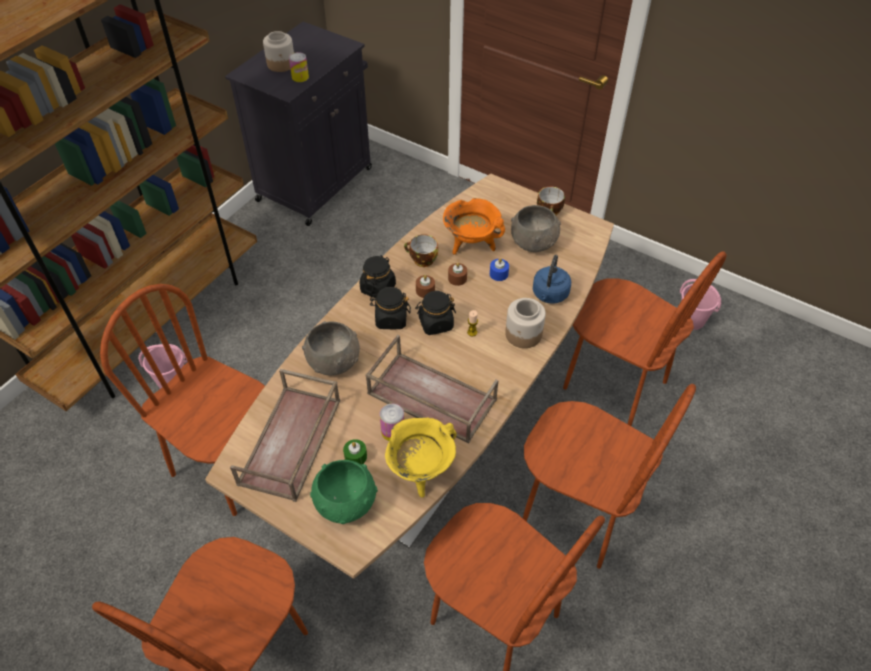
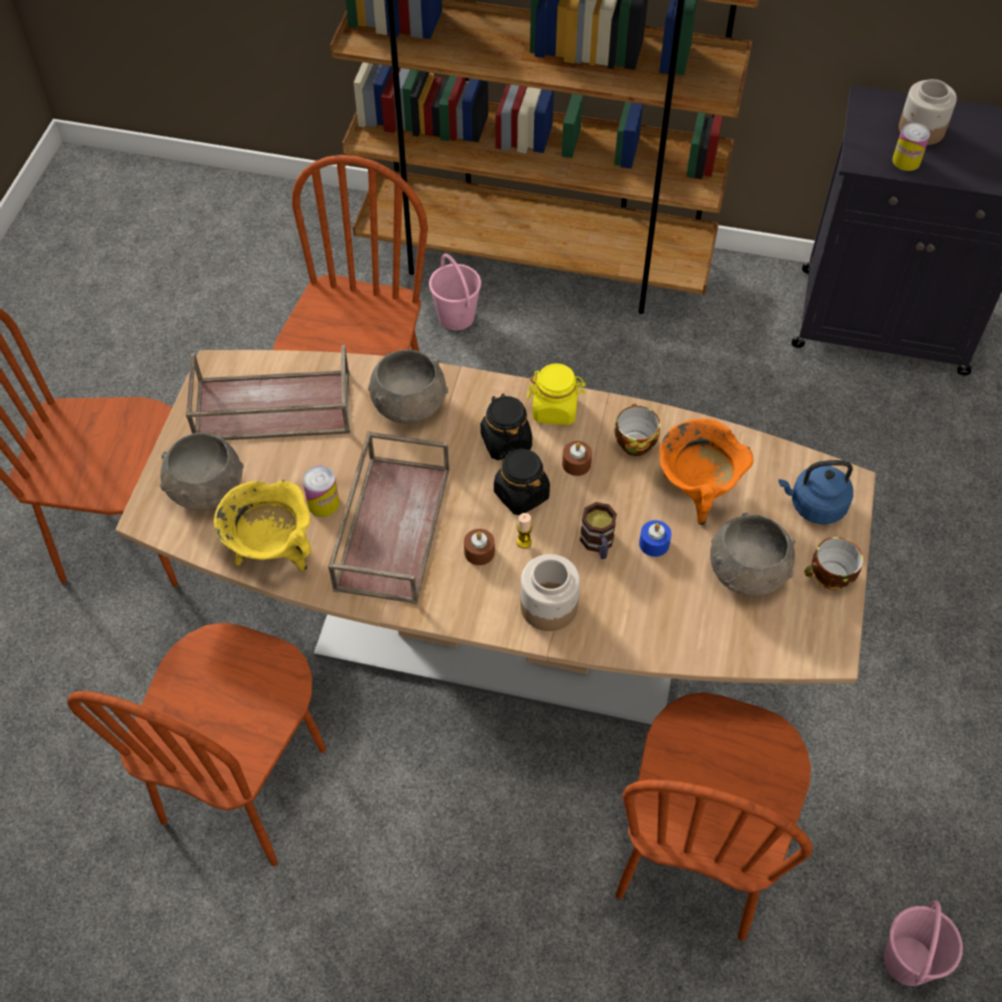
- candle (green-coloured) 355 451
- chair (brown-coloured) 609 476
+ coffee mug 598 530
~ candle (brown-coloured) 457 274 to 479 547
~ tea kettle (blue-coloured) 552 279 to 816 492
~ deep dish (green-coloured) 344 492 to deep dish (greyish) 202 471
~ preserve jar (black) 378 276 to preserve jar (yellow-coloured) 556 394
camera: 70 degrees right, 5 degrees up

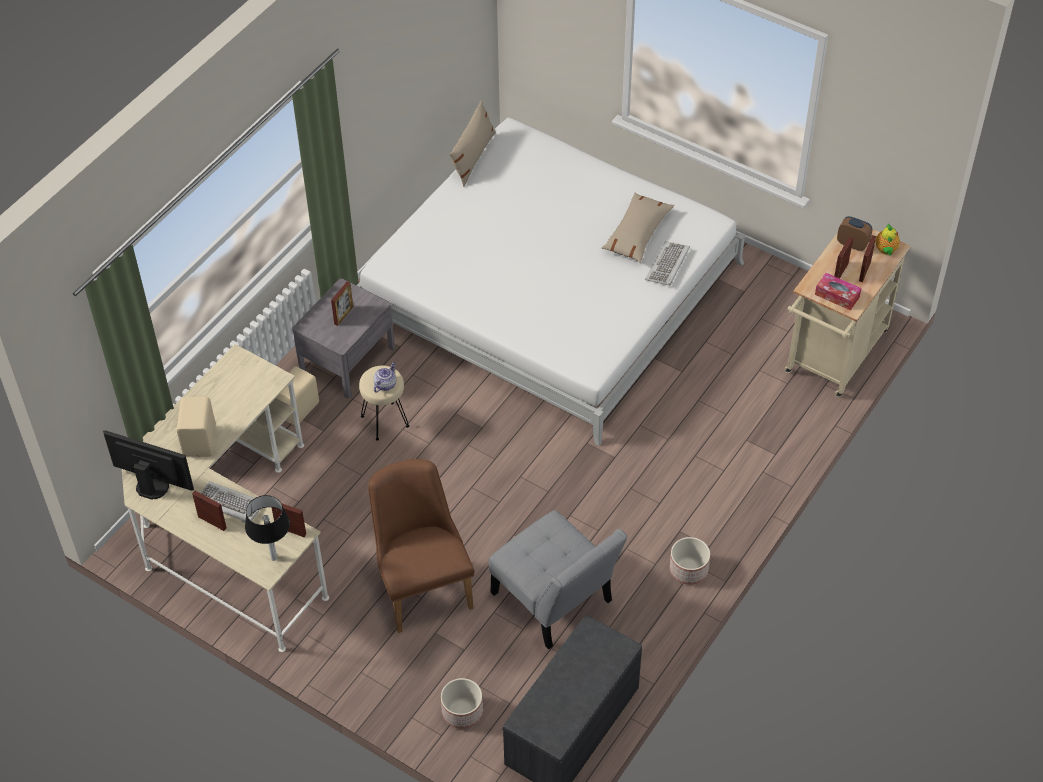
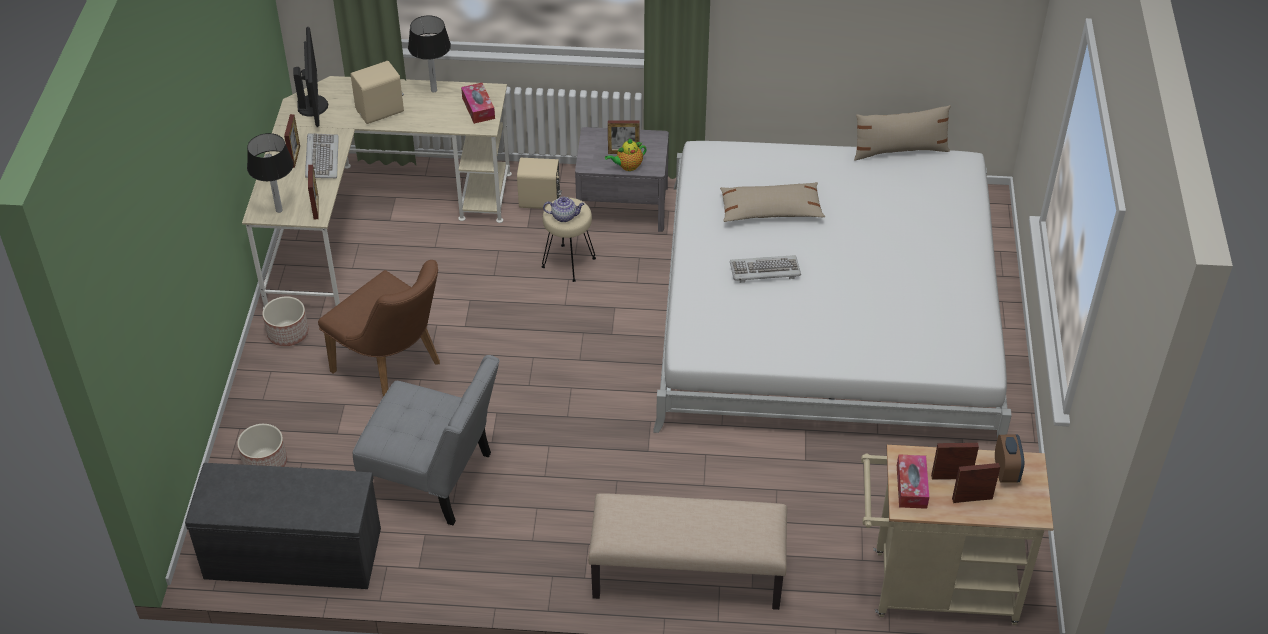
+ lamp for a table 429 53
+ tissue holder 478 103
+ long seat (beige-coloured) 687 551
~ cushion (beige-coloured) 638 228 to 772 202
~ computer keyboard 667 263 to 765 269
~ planter 690 561 to 285 321
~ pot for tea 887 239 to 626 154
~ chair (brown-coloured) 421 546 = 379 328 90 degrees clockwise
~ chair (greyish) 558 579 = 426 440 90 degrees counterclockwise
camera: 60 degrees right, 5 degrees down

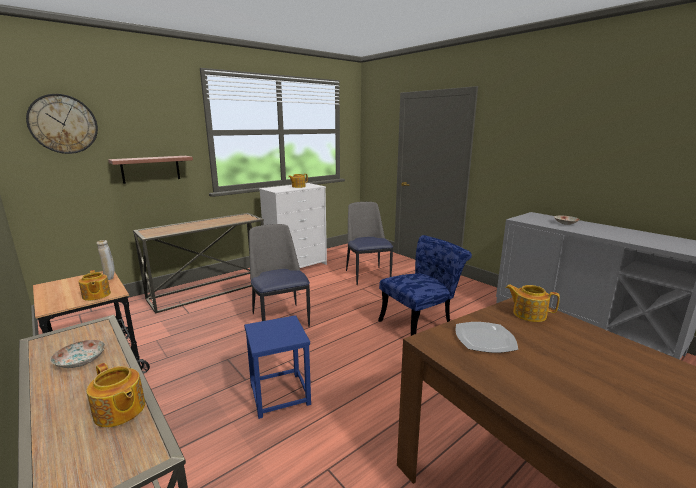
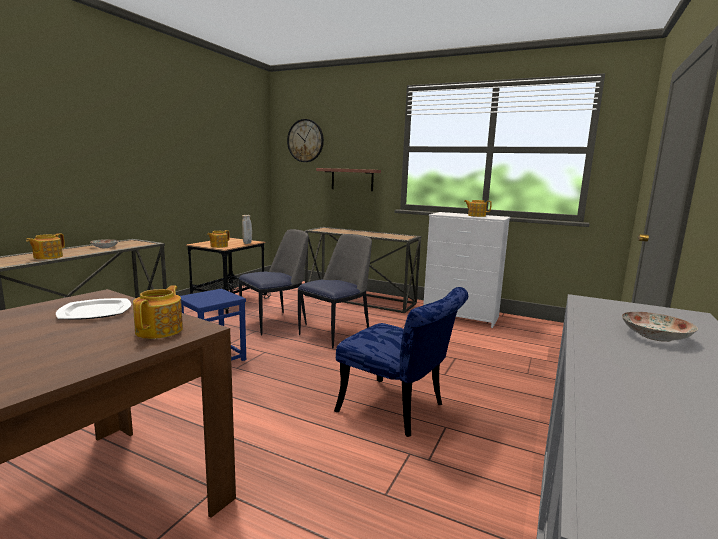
~ chair 369 243 to 274 282
camera: 65 degrees right, 5 degrees down

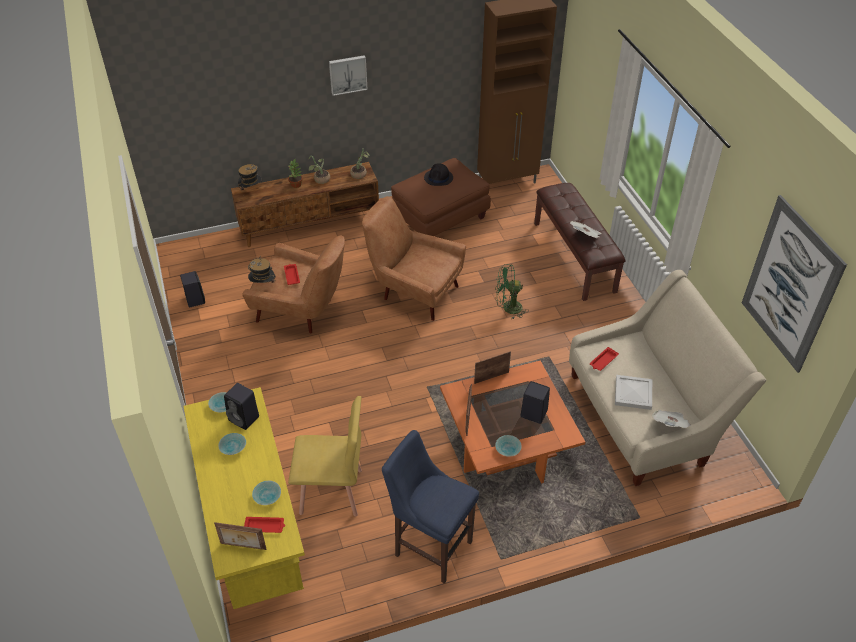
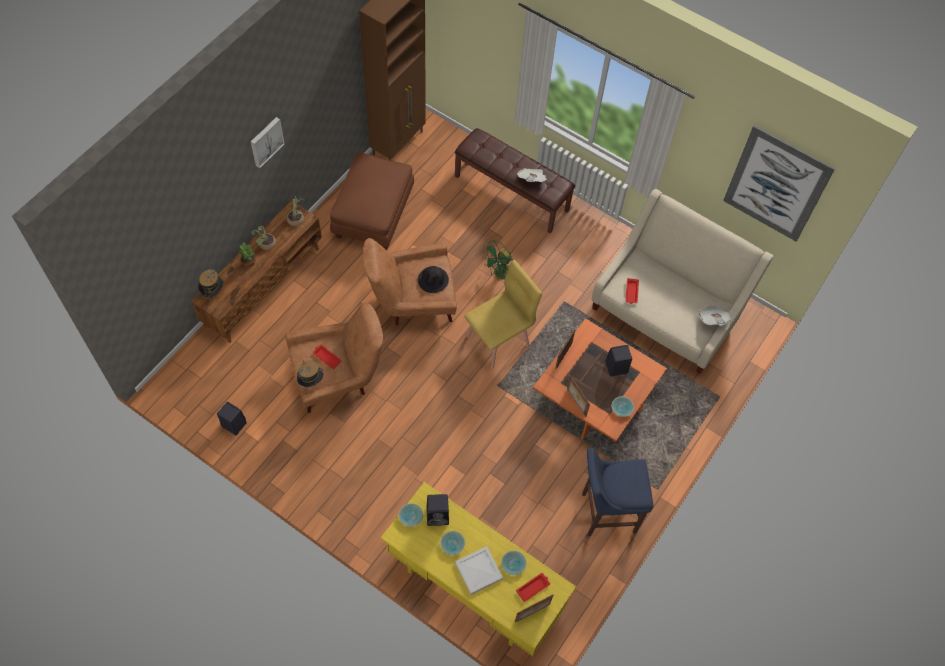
~ chair (yellow-coloured) 325 456 to 503 314
~ wearable hat (black) 438 174 to 433 279
~ serving tray (white-coloured) 633 392 to 479 570
camera: 40 degrees left, 15 degrees up

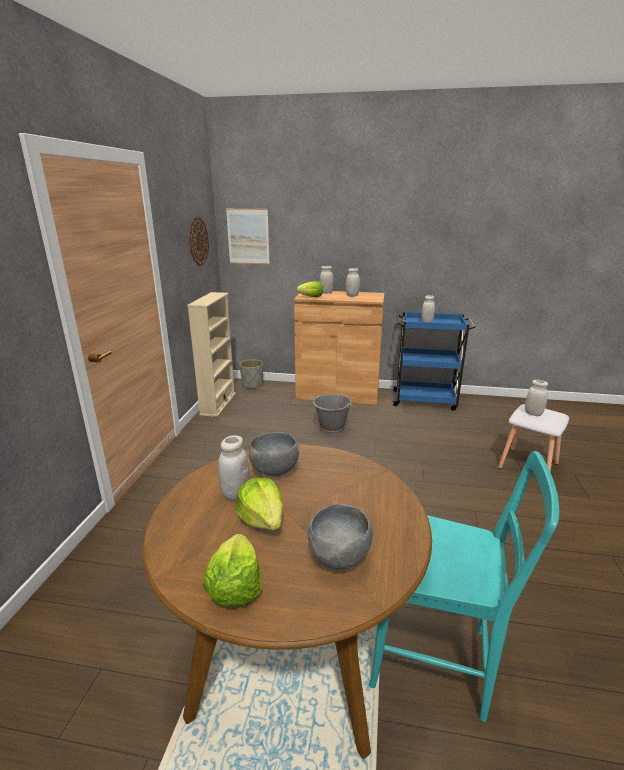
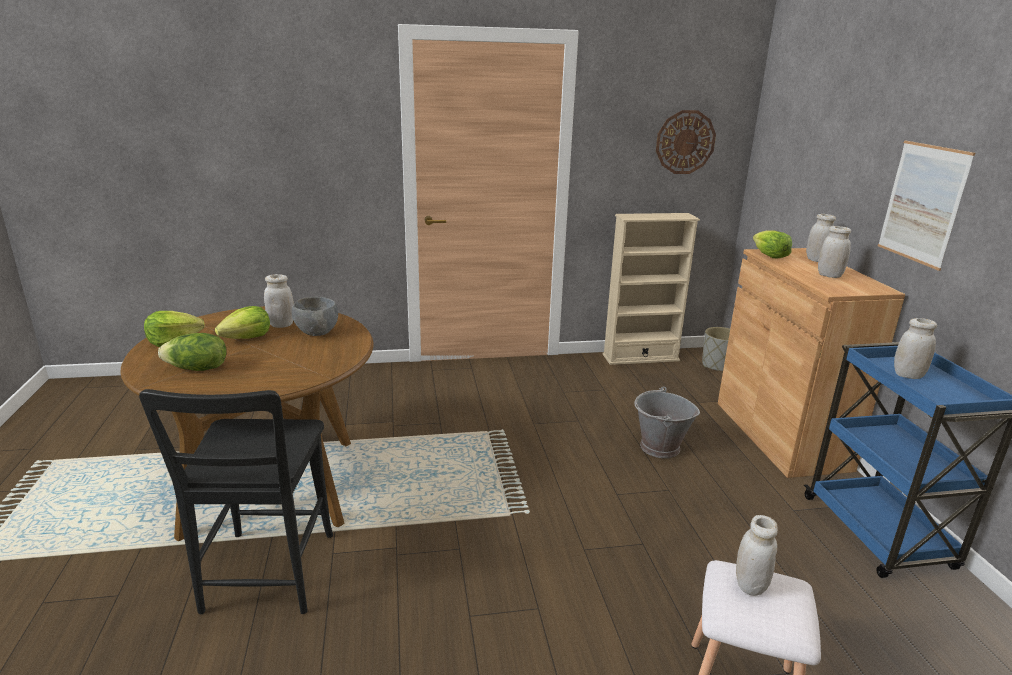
~ wall picture 248 236 to 926 205
~ deep dish (greyish) 340 537 to lettuce 192 352
~ chair (turquoise) 464 586 to chair (black) 236 501
camera: 70 degrees right, 0 degrees up

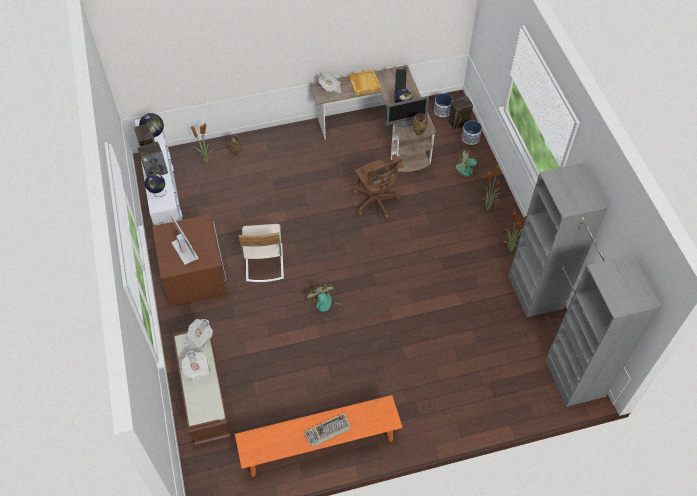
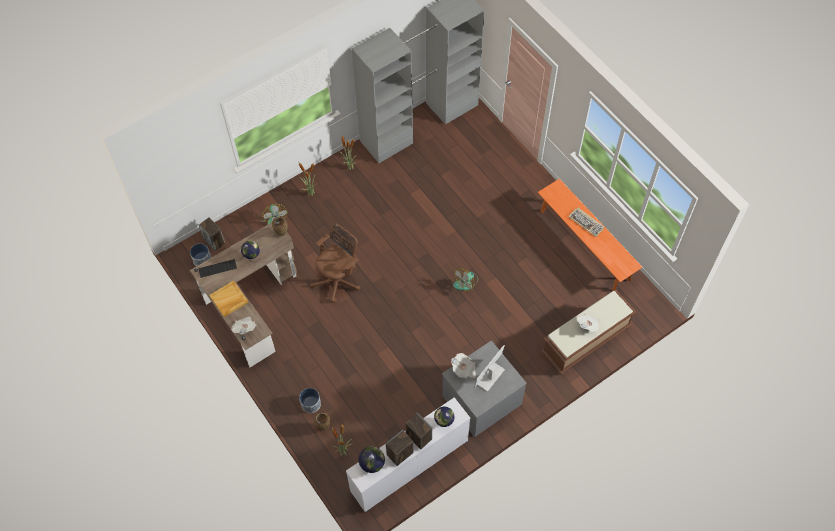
- chair (beige-coloured) 261 253
- monitor 407 111
~ printed paper 199 334 to 463 366
~ planter 472 133 to 310 400
~ dresser (brown-coloured) 189 261 to dresser (greyish) 484 388
camera: 110 degrees left, 5 degrees up

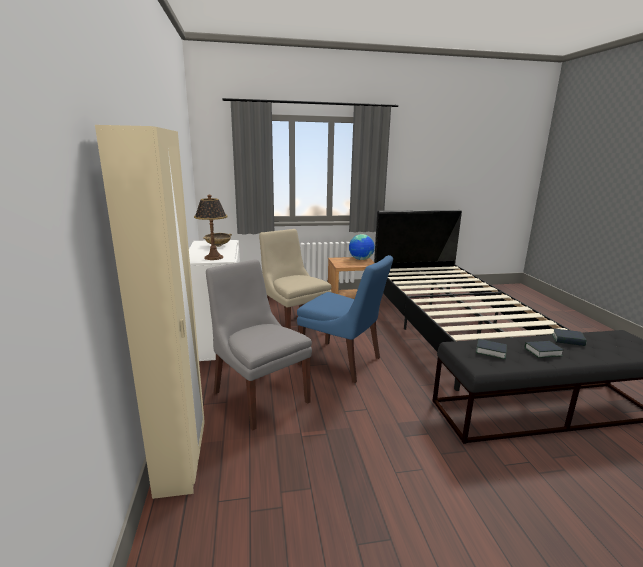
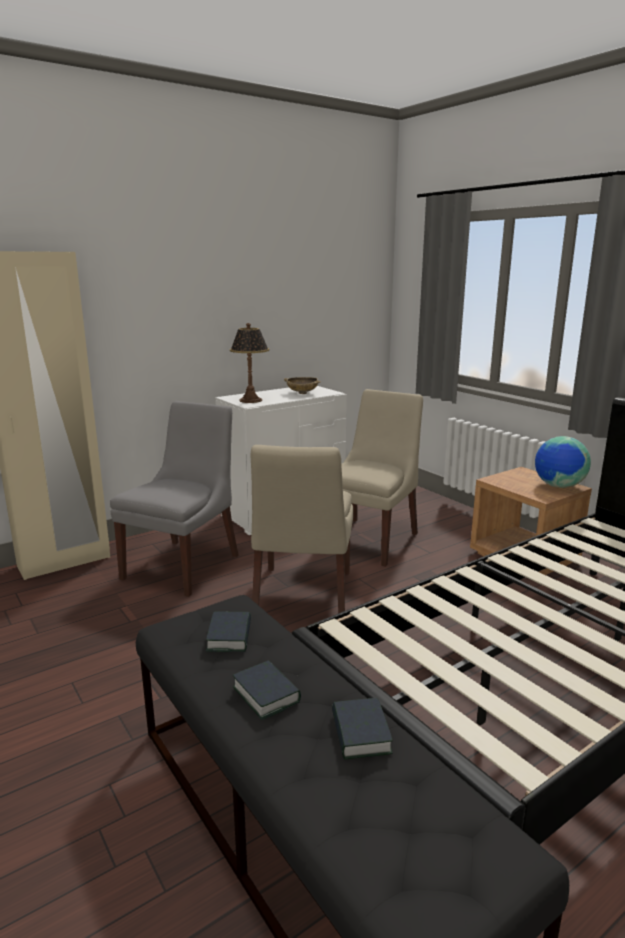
~ chair (blue-coloured) 345 319 to chair (beige-coloured) 302 529
camera: 65 degrees right, 0 degrees up

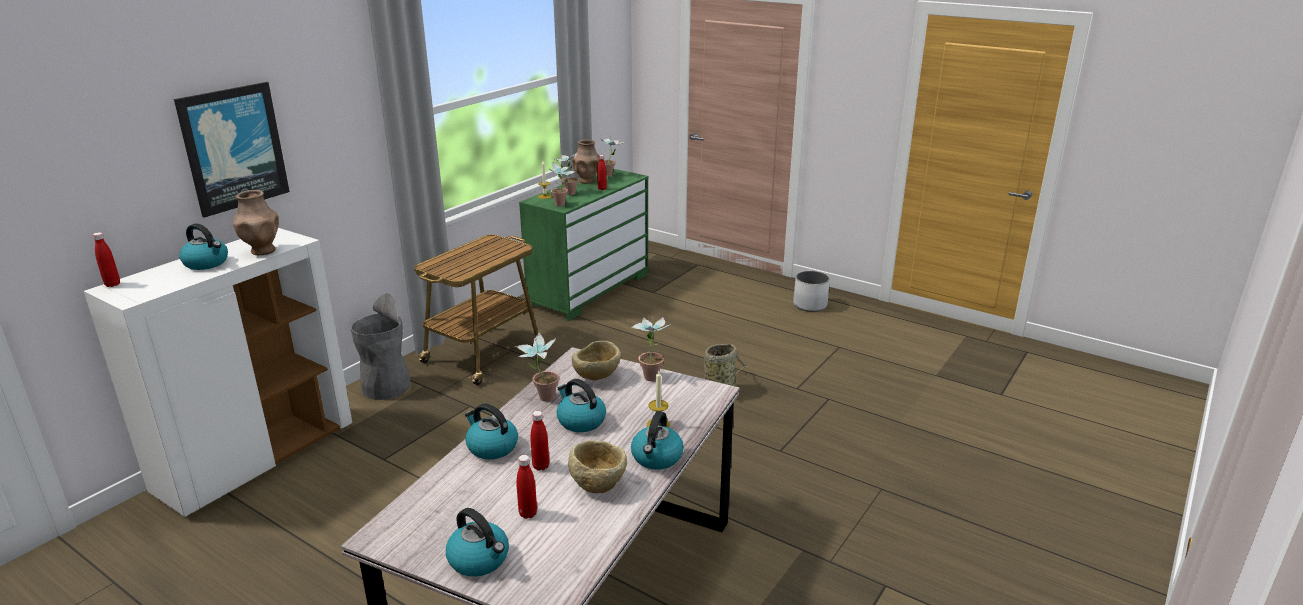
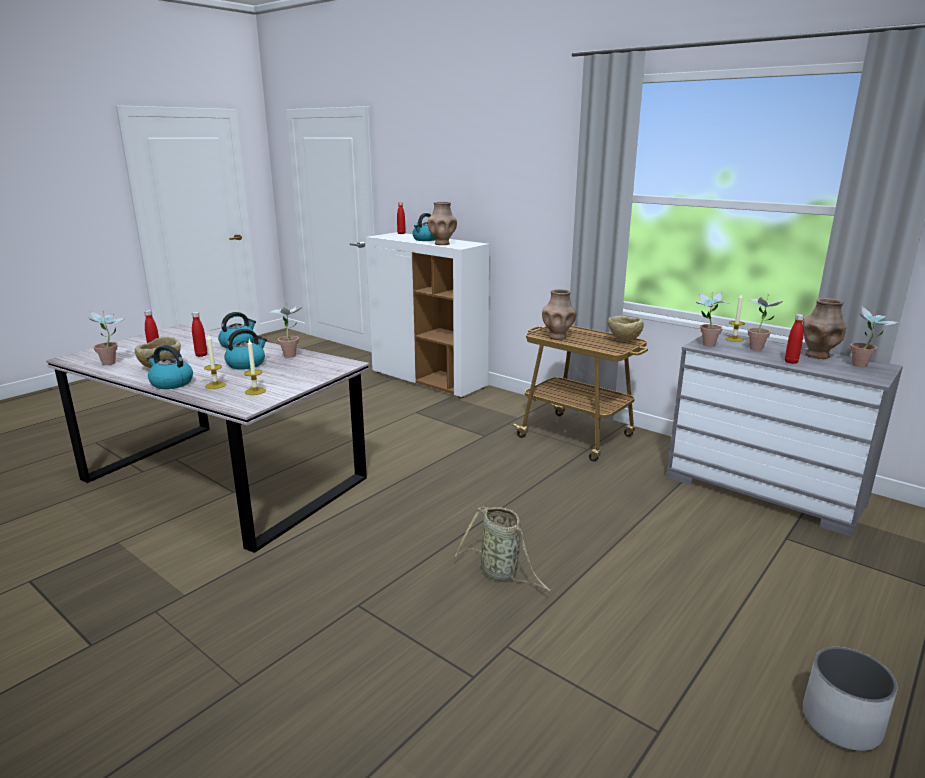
- wall picture 232 150
- waste bin (greyish) 381 346
- tea kettle 477 542
+ candle 255 367
+ vase (brown-coloured) 559 314
~ deep dish (beige-coloured) 596 360 to 626 328
~ houseplant 651 349 to 107 337
~ dresser (green-coloured) 584 245 to dresser (greyish) 784 435
camera: 95 degrees right, 5 degrees down

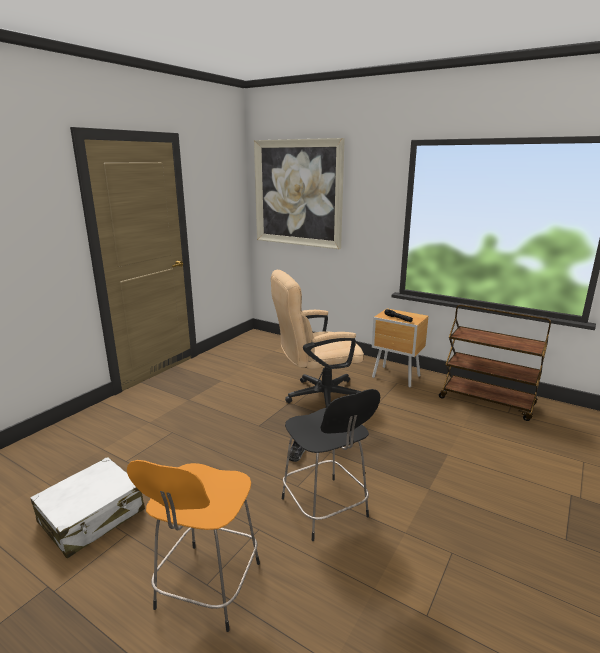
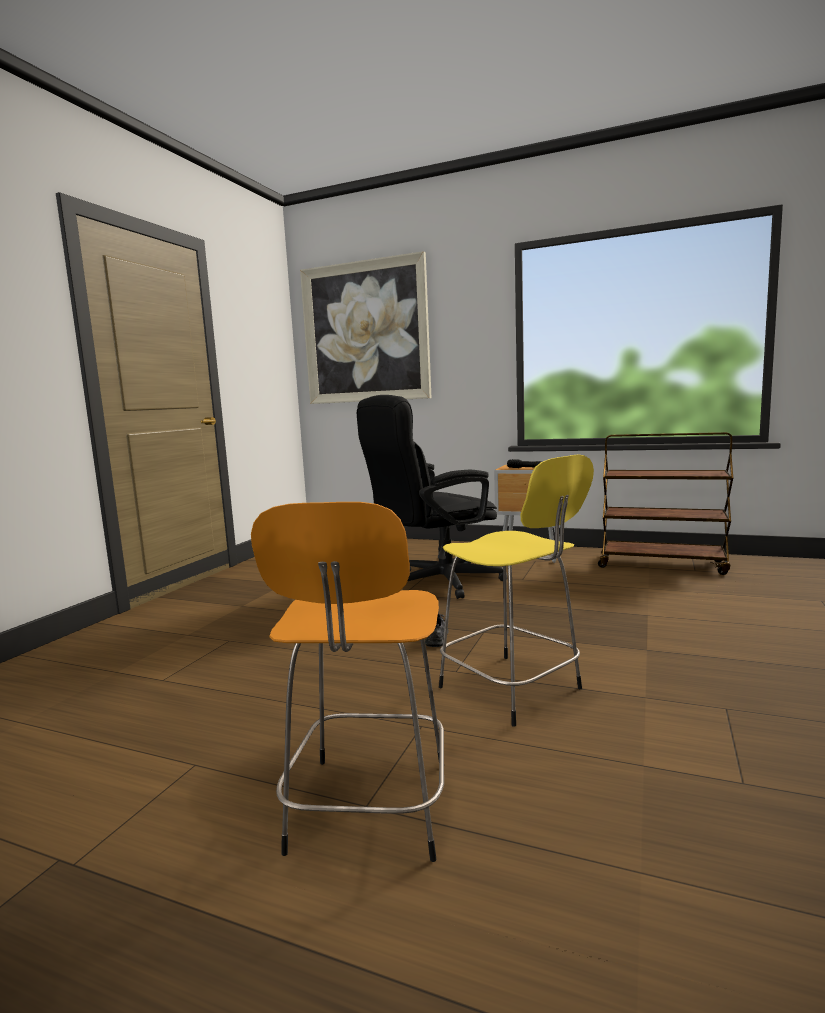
- suitcase (white-coloured) 87 507
~ office chair (beige-coloured) 317 339 to office chair (black) 432 497
~ sitting stool (black) 331 465 to sitting stool (yellow-coloured) 516 590
camera: 10 degrees left, 10 degrees down

